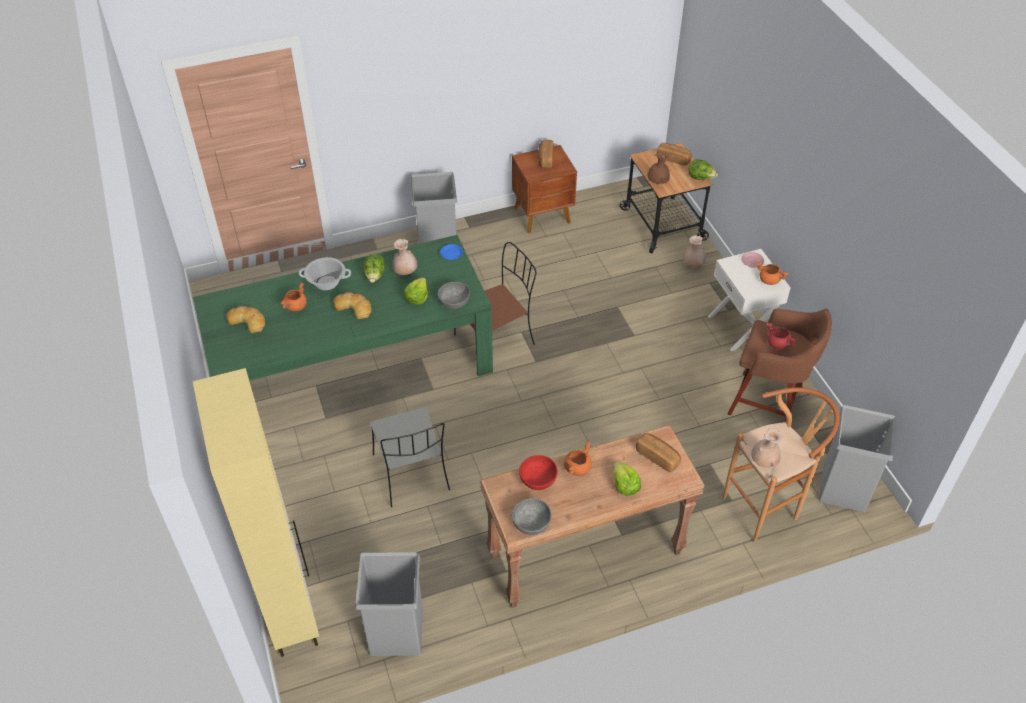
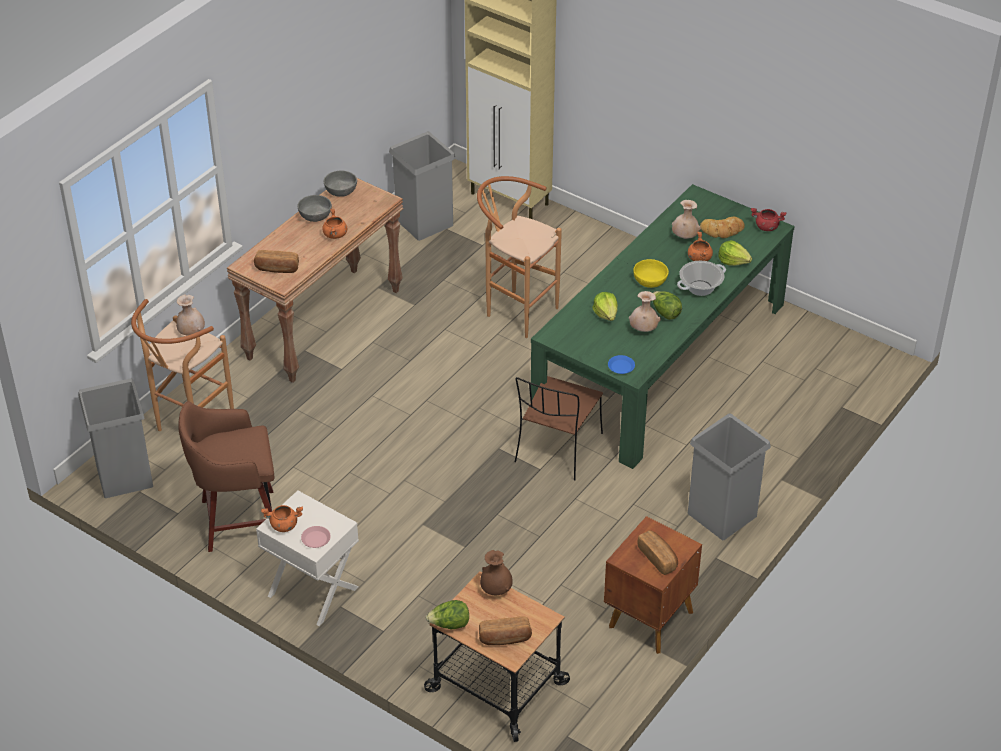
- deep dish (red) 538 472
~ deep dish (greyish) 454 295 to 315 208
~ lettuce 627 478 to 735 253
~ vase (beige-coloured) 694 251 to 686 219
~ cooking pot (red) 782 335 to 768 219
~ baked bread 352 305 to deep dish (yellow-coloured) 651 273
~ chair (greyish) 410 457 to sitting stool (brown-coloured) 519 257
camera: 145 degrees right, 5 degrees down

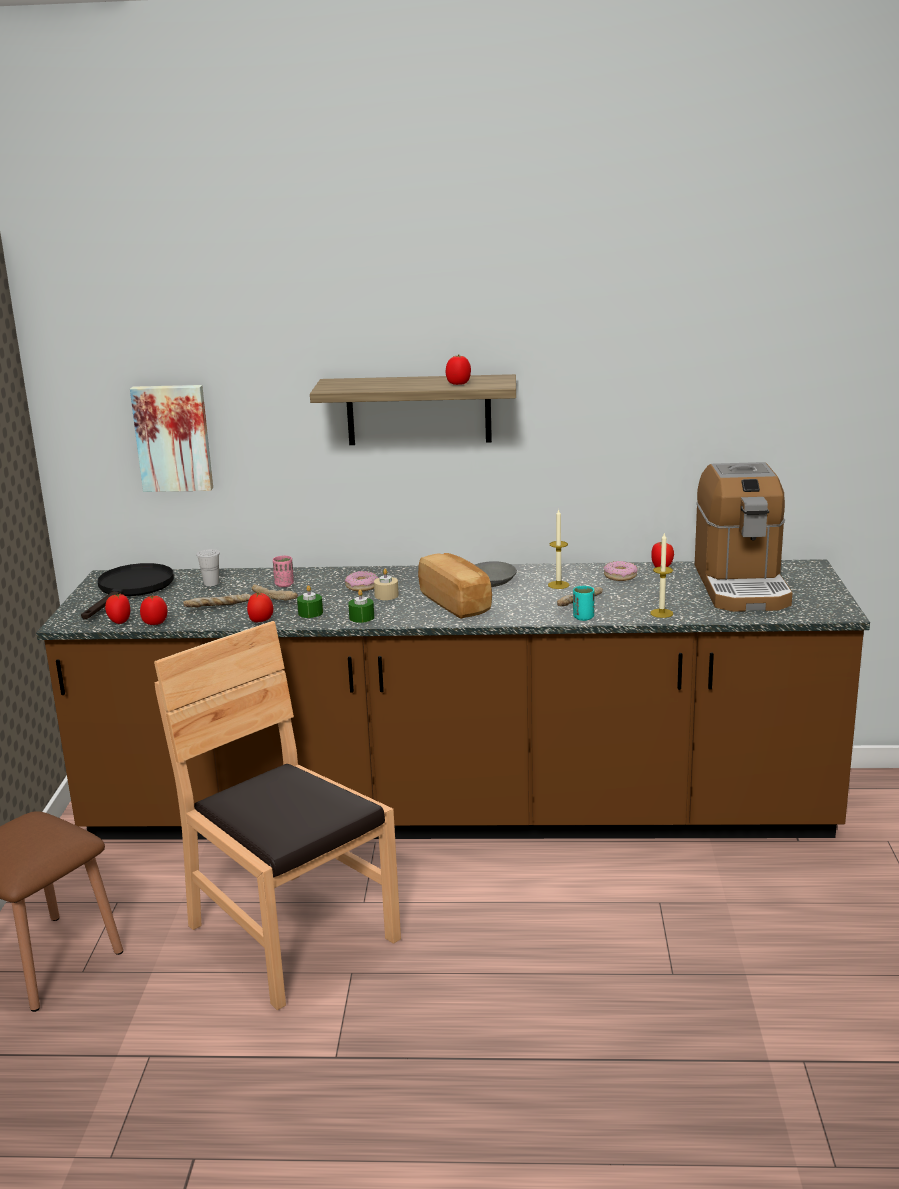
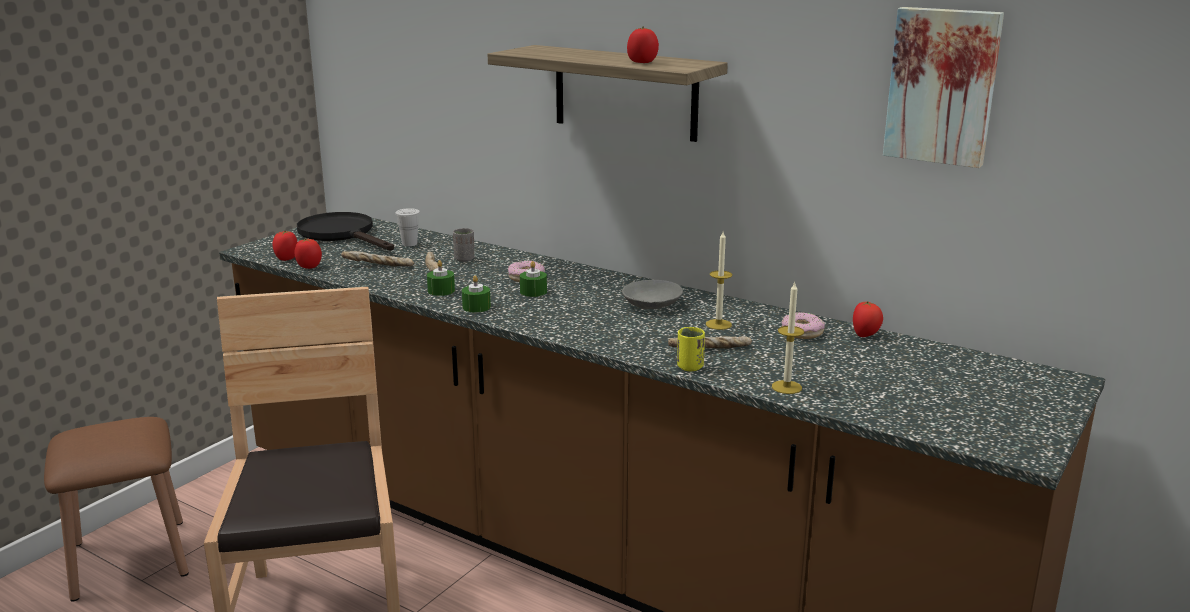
- tomato 260 607
- baked bread 455 586
- coffee brewer 744 537
~ wall picture 171 438 to 943 87
~ small cup (pink) 283 571 to small cup (greyish) 463 245
~ candle (beige-coloured) 386 584 to candle (green-coloured) 533 279
~ small cup (turquoise) 583 603 to small cup (yellow-coloured) 691 349
~ skillet (black) 127 591 = 345 231 90 degrees counterclockwise
camera: 30 degrees right, 0 degrees up

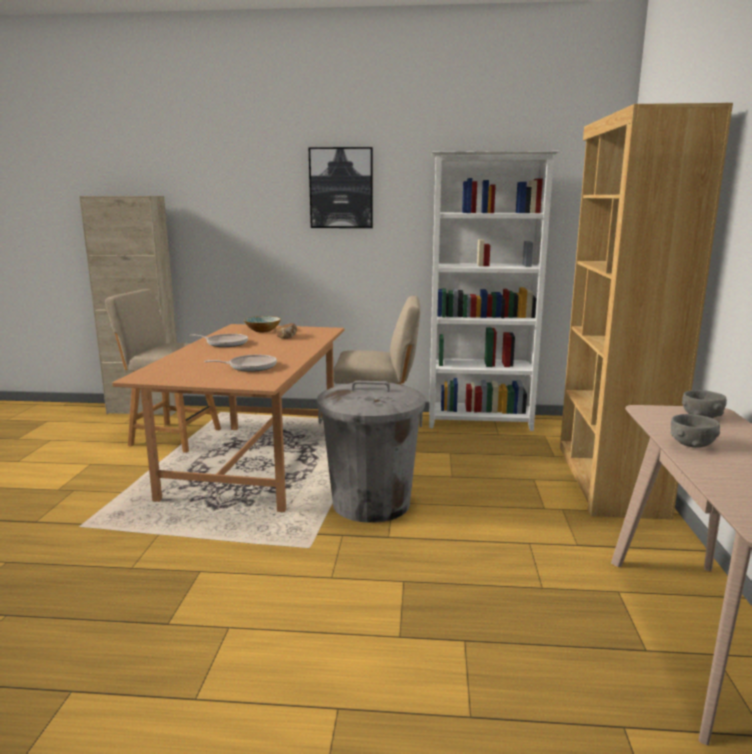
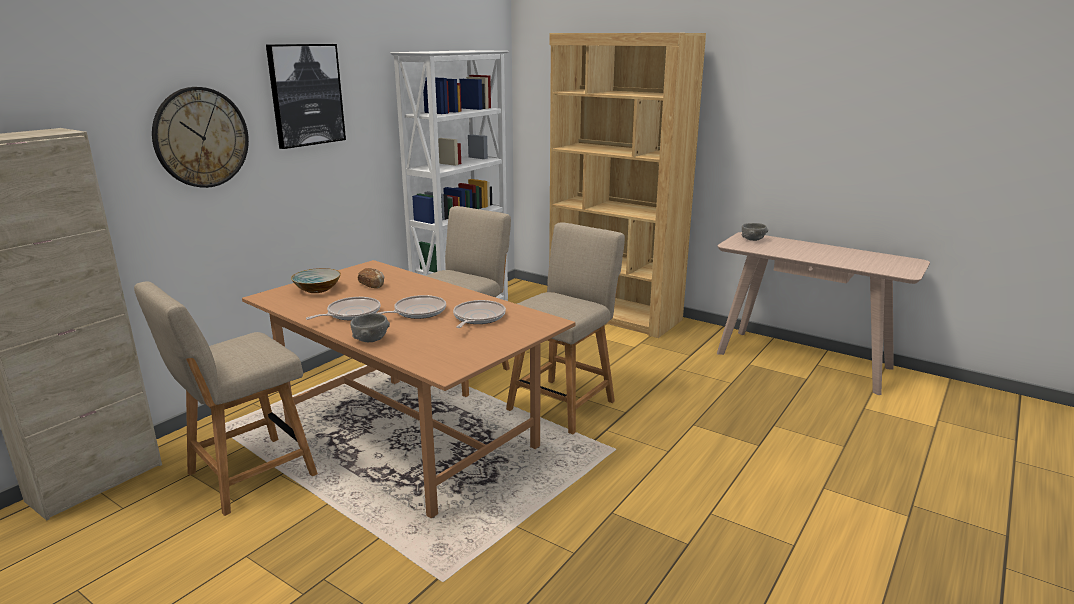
+ hanging clock 200 137
+ skillet 412 307
~ deep dish (greyish) 695 431 to 370 327
~ waste bin (greyish) 371 452 to chair (beige-coloured) 565 328
camera: 60 degrees left, 5 degrees up

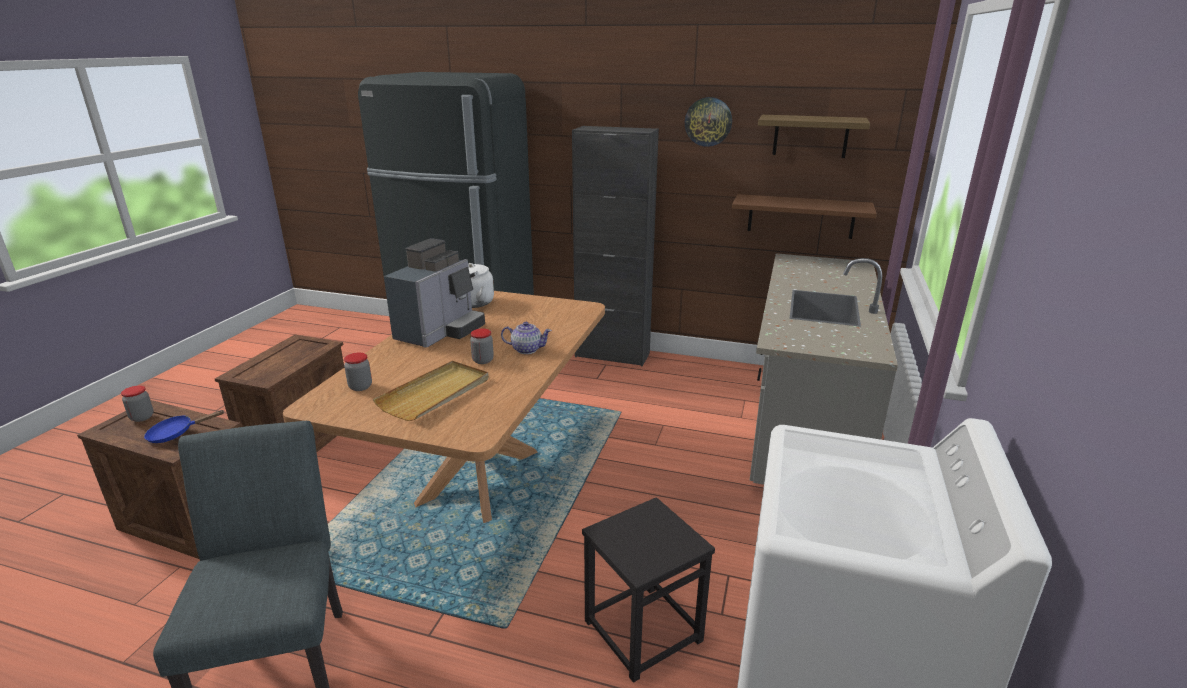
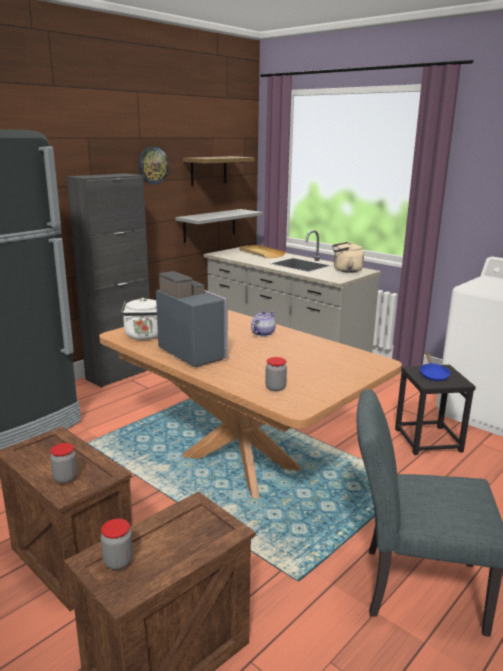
+ tea kettle (beige-coloured) 348 257
~ skillet (blue-coloured) 184 426 to 435 367
~ serving tray (beige-coloured) 431 391 to 262 251
~ preserve jar 482 346 to 63 463
~ shelf (brown-coloured) 804 216 to shelf (greyish) 219 226
camera: 65 degrees left, 5 degrees down

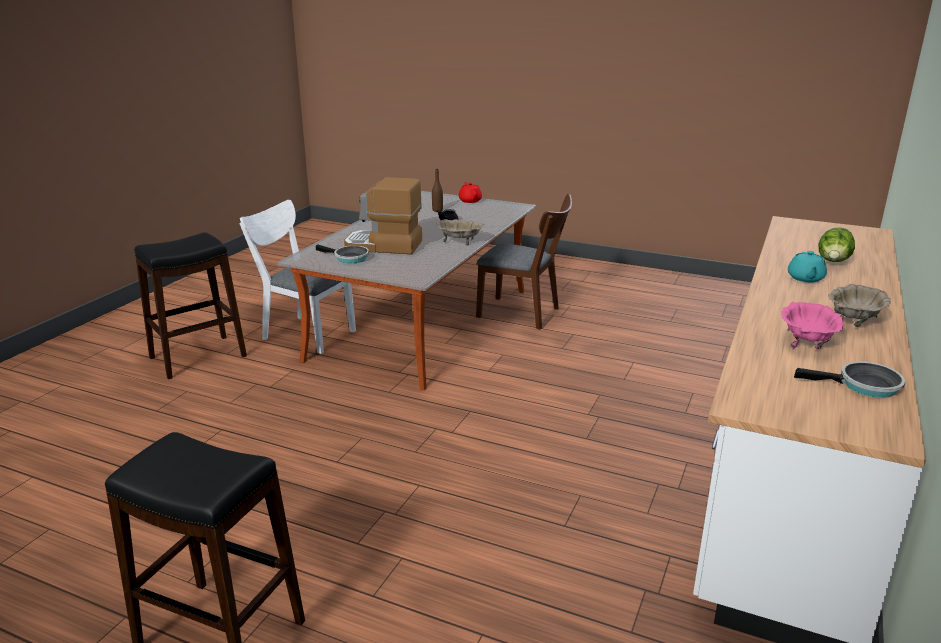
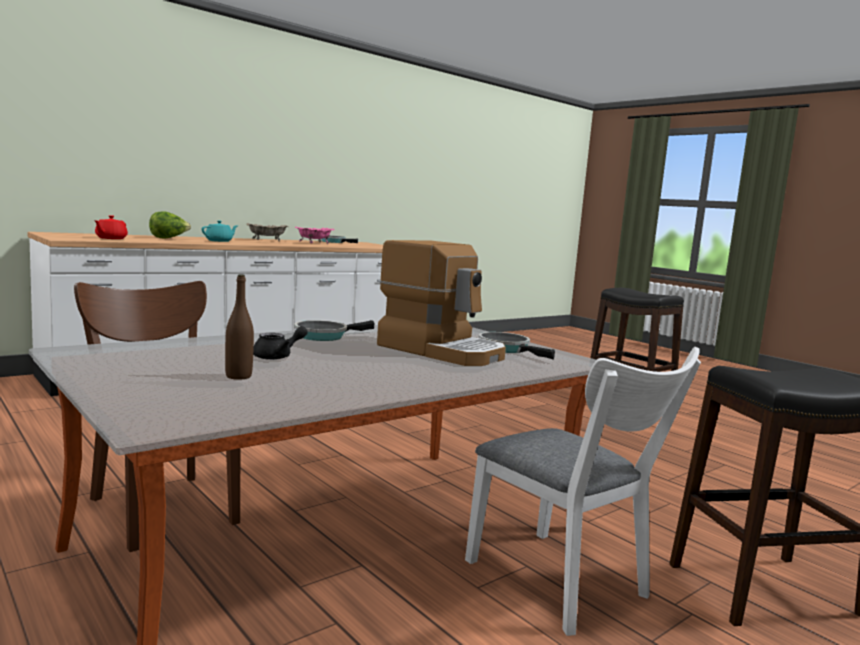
~ pot for tea (red) 470 192 to 111 227
~ deep dish (beige-coloured) 460 232 to skillet 334 330
camera: 155 degrees left, 15 degrees down

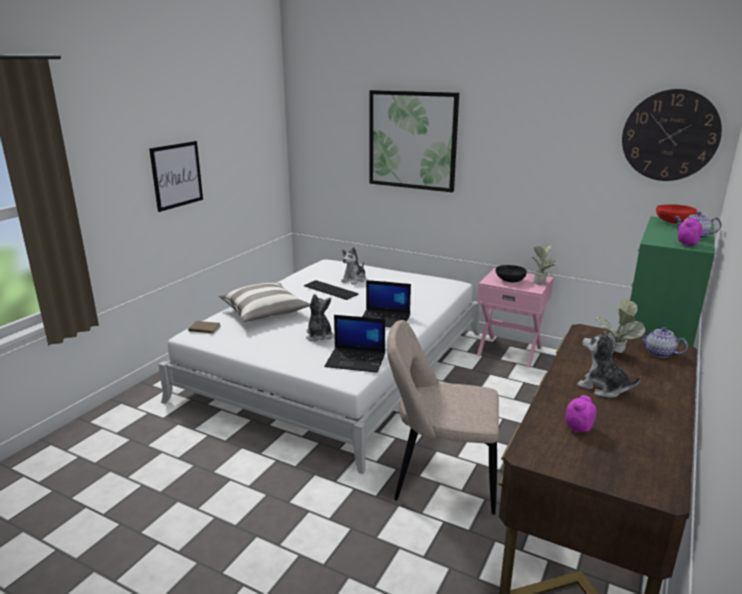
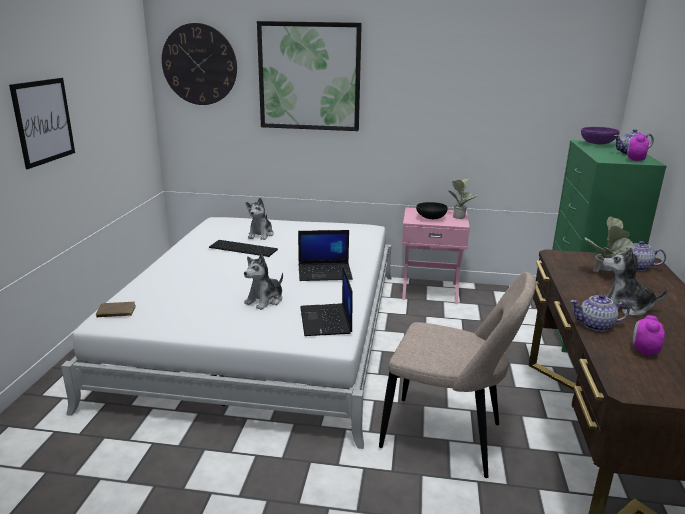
- cushion 264 302
+ pot for tea 600 312
~ hanging clock 672 135 to 199 64
~ deep dish (red) 676 214 to deep dish (purple-coloured) 600 135
~ plush toy 320 318 = 263 282 105 degrees counterclockwise
~ laptop 354 344 = 326 300 90 degrees clockwise
~ chair (beige-coloured) 443 417 = 457 375 150 degrees counterclockwise
camera: 20 degrees left, 0 degrees up

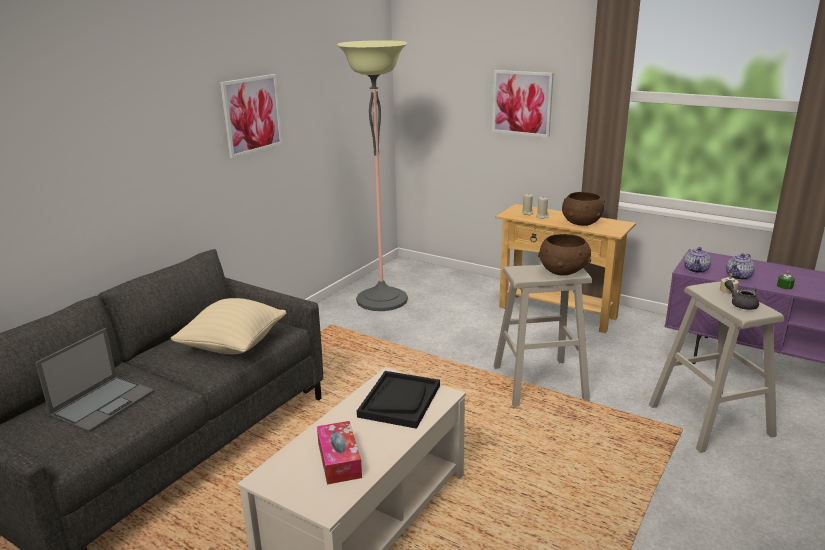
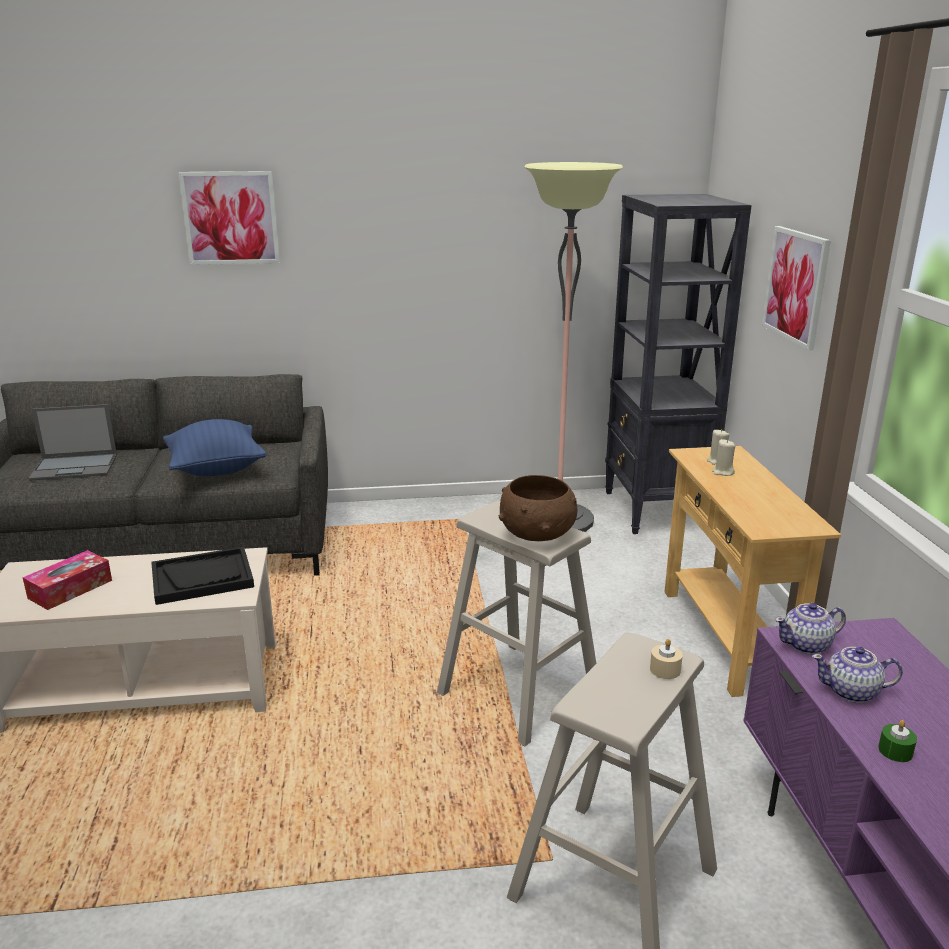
- deep dish (brown-coloured) 583 209
- pot for tea (greyish) 741 295
+ shelving unit (black) 678 364
~ wall picture 251 116 to 229 218
~ cushion (beige-coloured) 228 326 to cushion (blue-coloured) 215 447
camera: 50 degrees right, 0 degrees up

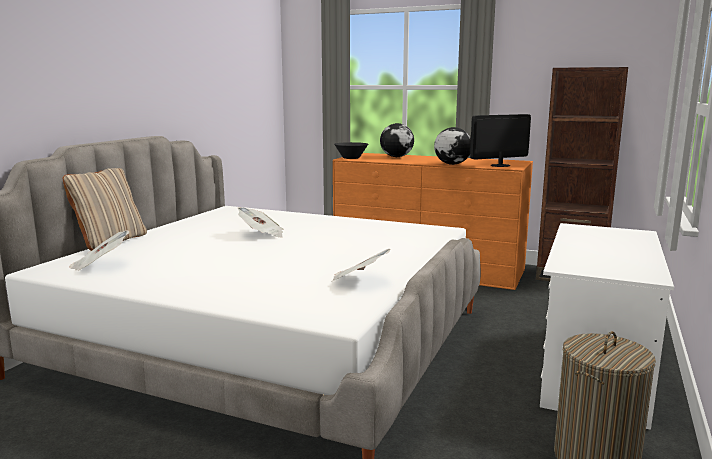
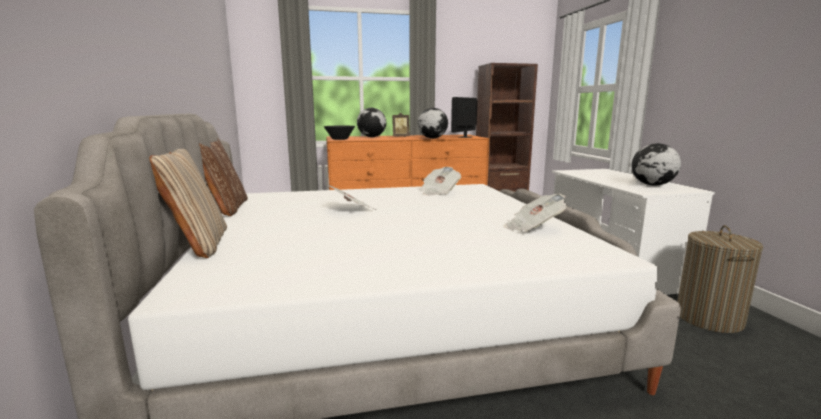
+ cushion (brown-coloured) 223 177
+ picture frame 401 125
+ world globe 656 164
~ printed paper 99 250 to 441 181
camera: 35 degrees left, 0 degrees up

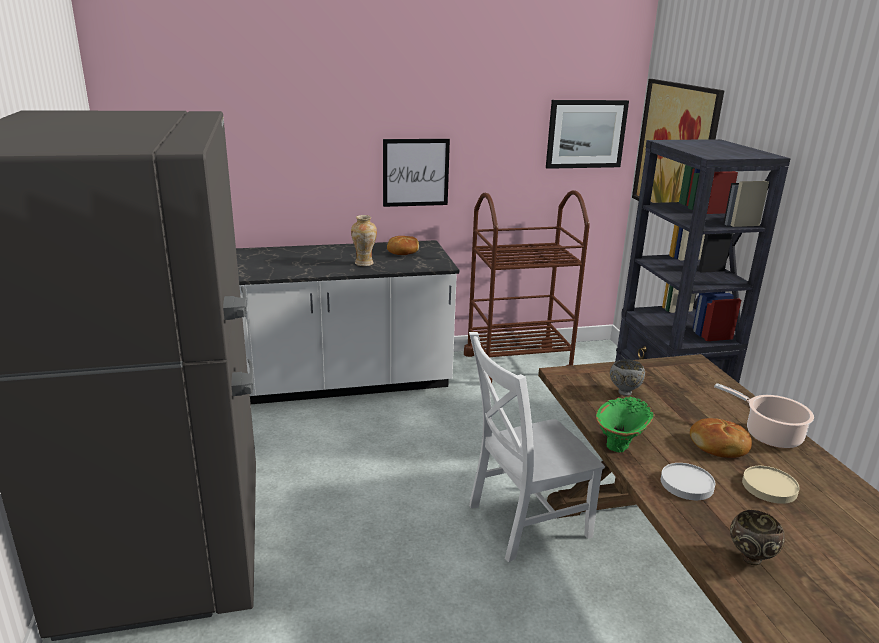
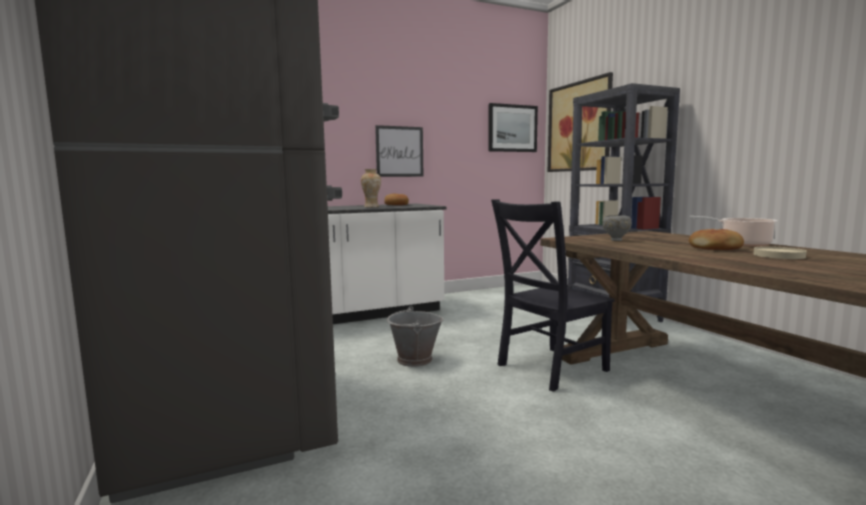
- trolley (brown-coloured) 527 286
- vase (green-coloured) 625 424
- dinner plate (white-coloured) 688 481
- deep dish (brown-coloured) 757 537
+ bucket (greyish) 415 336
~ chair (white-coloured) 537 447 to chair (black) 553 295
camera: 10 degrees left, 15 degrees down

